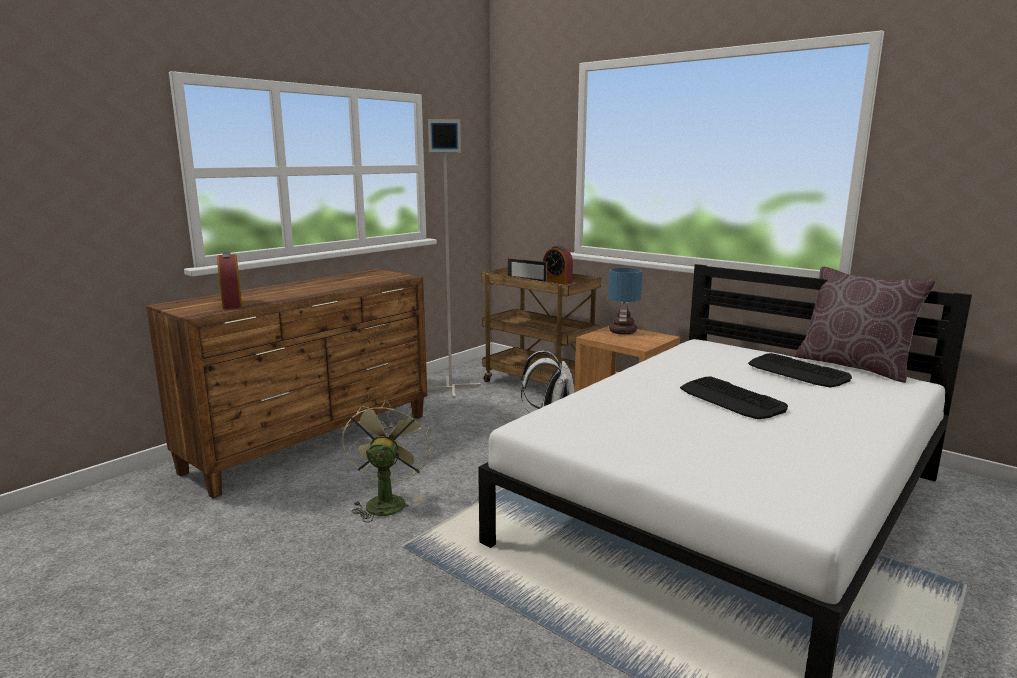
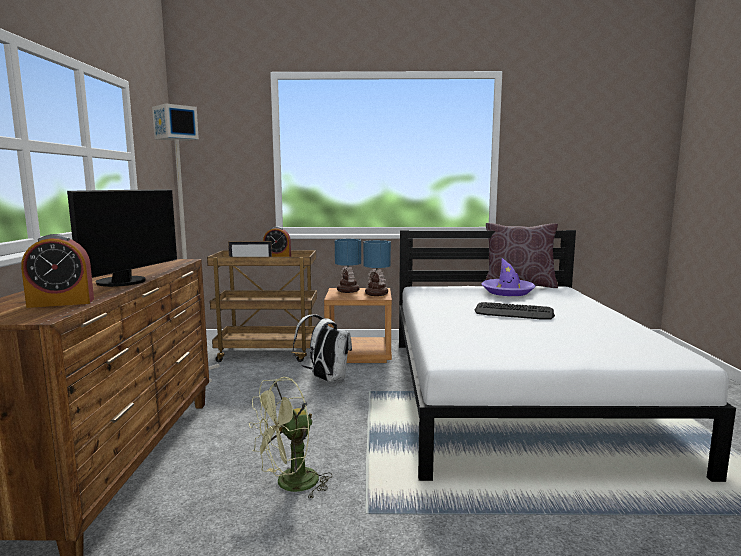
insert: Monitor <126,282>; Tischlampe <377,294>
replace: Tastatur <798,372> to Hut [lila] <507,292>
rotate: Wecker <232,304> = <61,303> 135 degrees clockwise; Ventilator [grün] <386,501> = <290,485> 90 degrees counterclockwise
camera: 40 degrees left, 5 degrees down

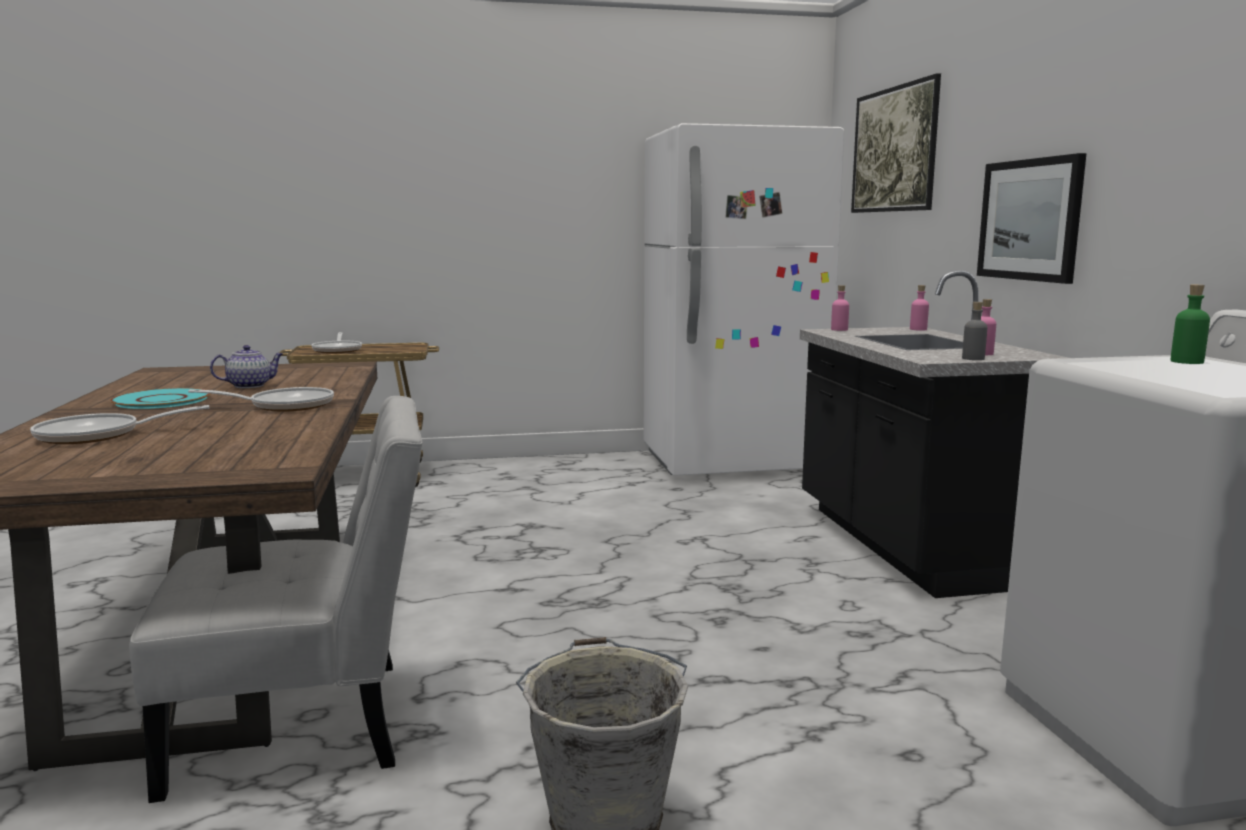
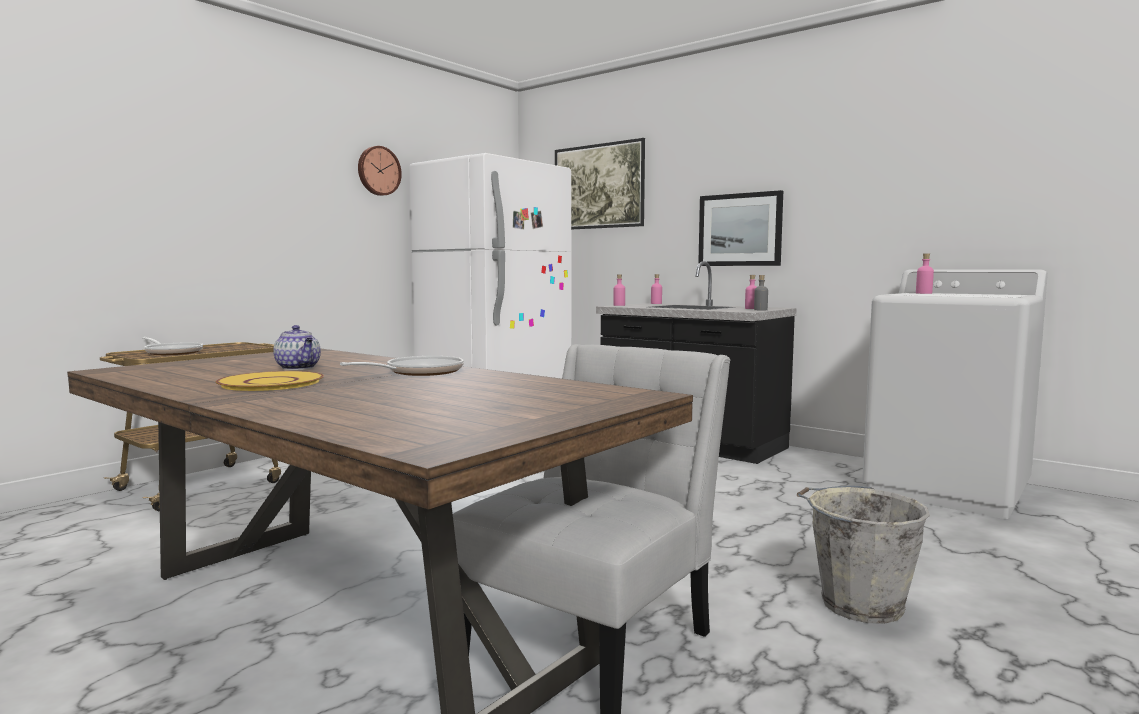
delete: Pfanne <97,435>
insert: Wanduhr <378,171>
recolor: Teller [türkis] <162,400> to Teller [gelb] <272,383>; Flasche [grün] <1186,361> to Flasche [rosa] <923,293>
rotate: Teekanne <250,385> = <299,368> 120 degrees clockwise
camera: 40 degrees left, 5 degrees down

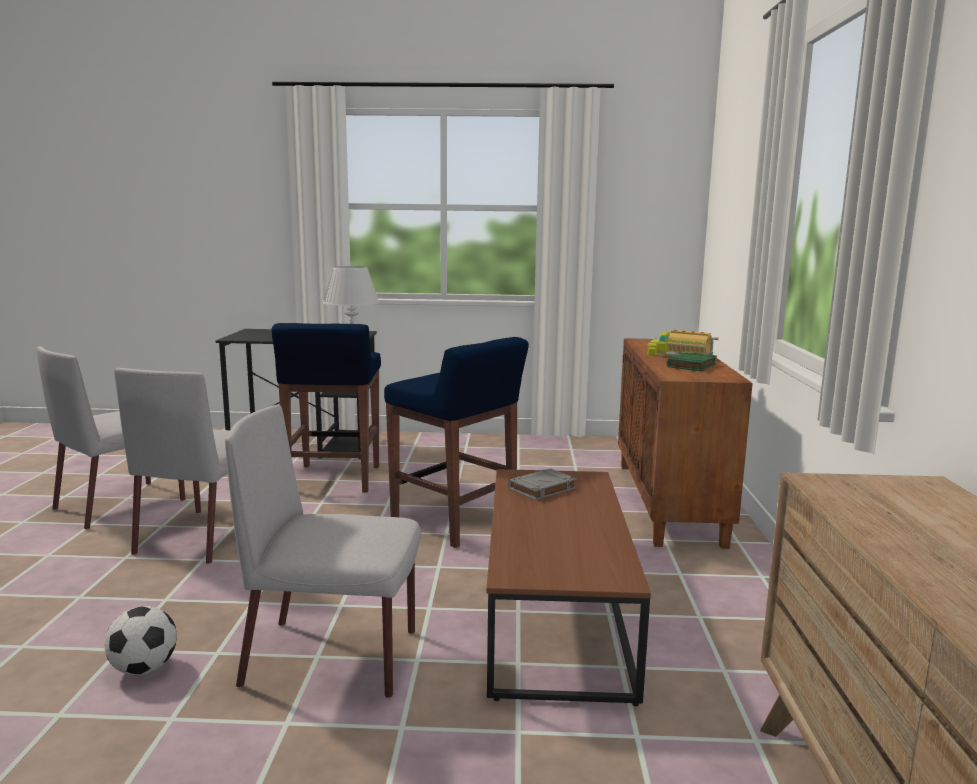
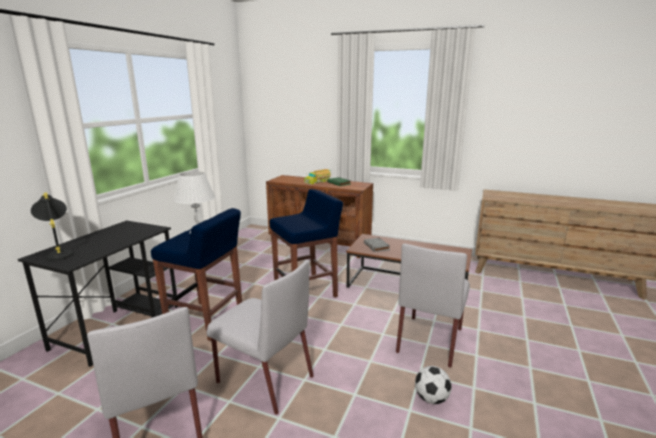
insert: Tischlampe [schwarz] <59,253>
camera: 70 degrees left, 5 degrees up

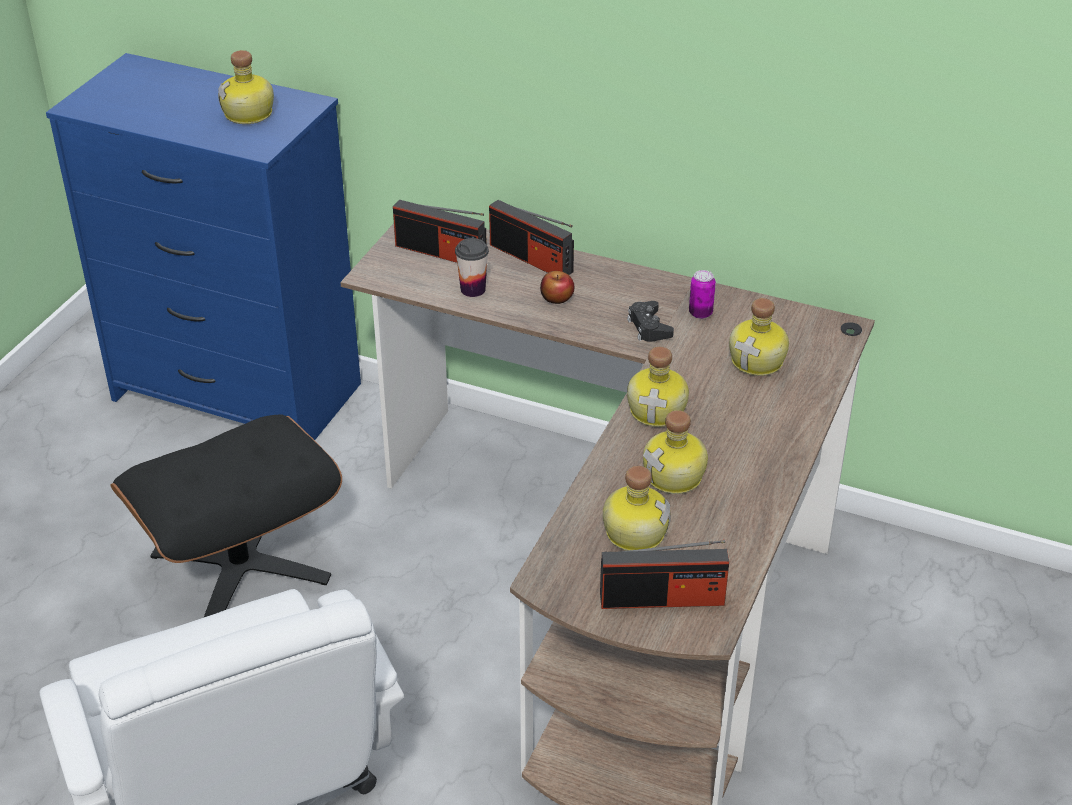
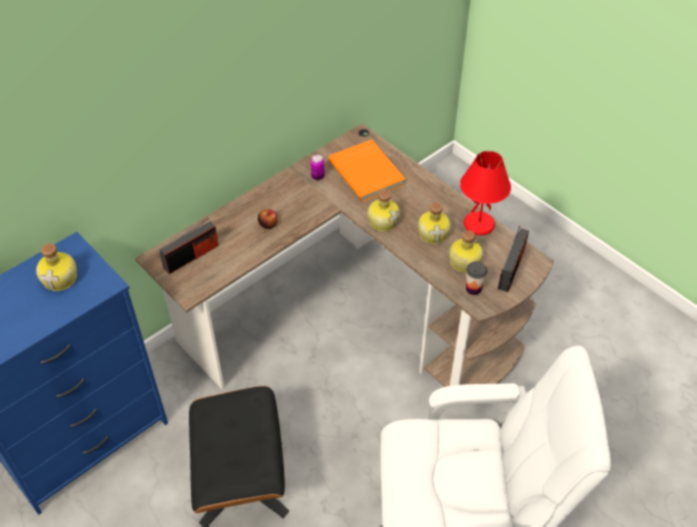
delete: Radio <531,258>; Gamepad [schwarz] <649,327>
insert: Tischlampe [rot] <479,224>
move: Tasse <473,289> to <473,289>
replace: Flasche <758,361> to Buch [orange] <368,172>
camera: 65 degrees left, 10 degrees up

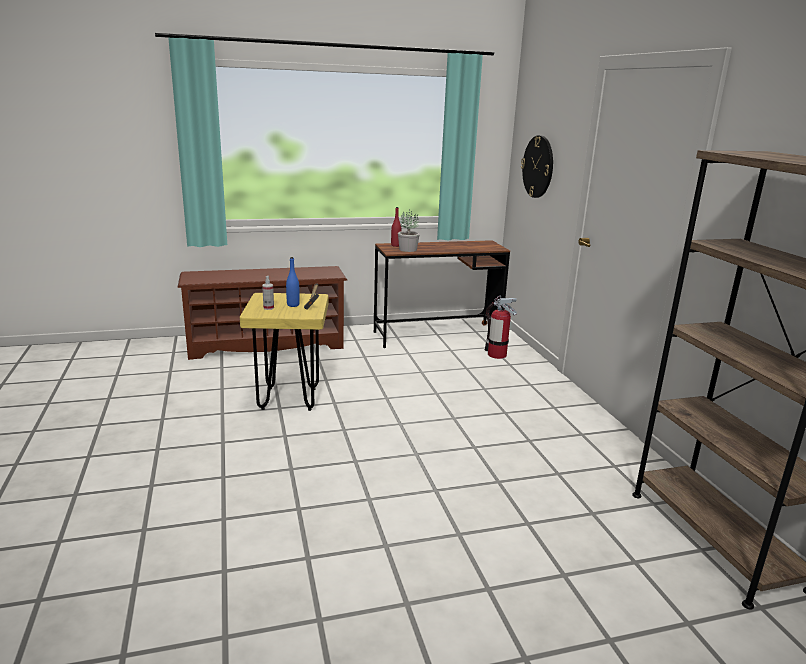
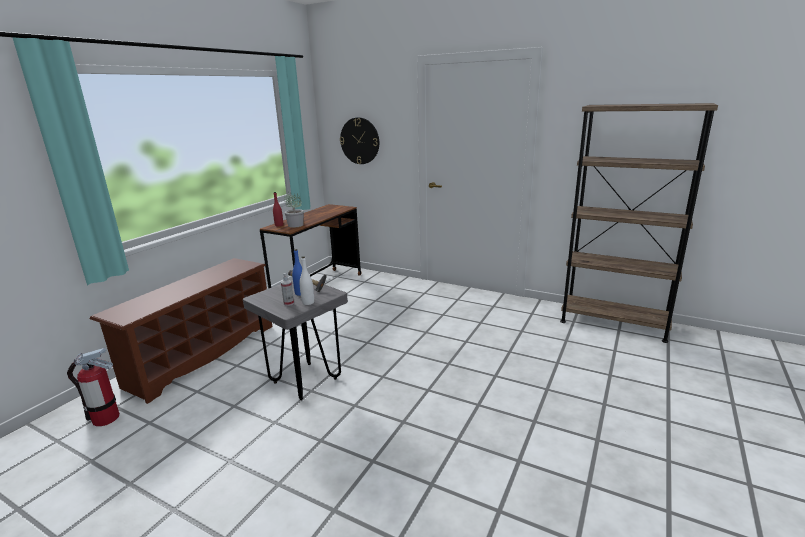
insert: Flasche [weiß] <308,302>
move: Feuerlöscher <496,354> to <105,418>
recolor: Hocker [gelb] <289,399> to Hocker [grau] <305,380>
camera: 45 degrees left, 0 degrees up

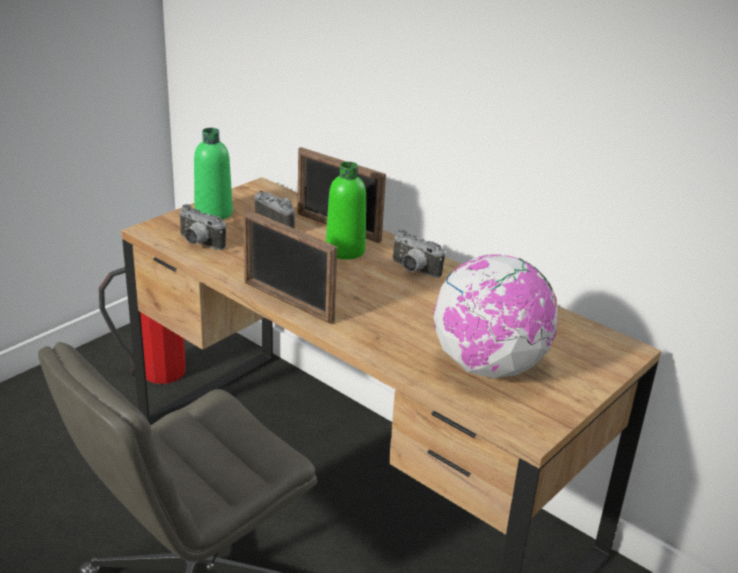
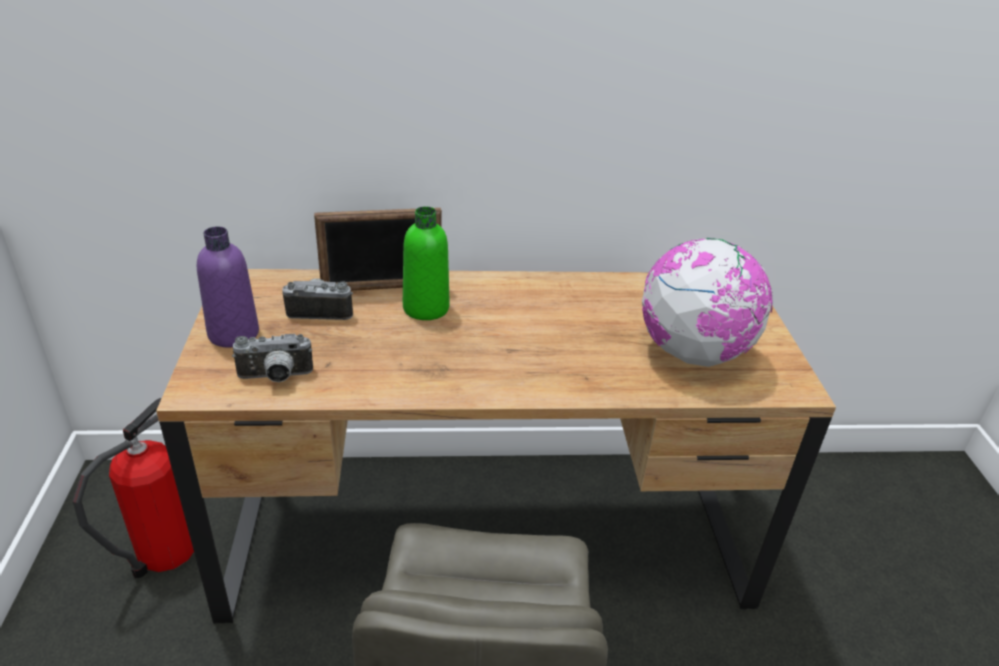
delete: Bilderrahmen <287,302>; Kamera <413,270>
recolor: Flasche [grün] <213,213> to Flasche [lila] <233,334>
camera: 45 degrees left, 5 degrees up

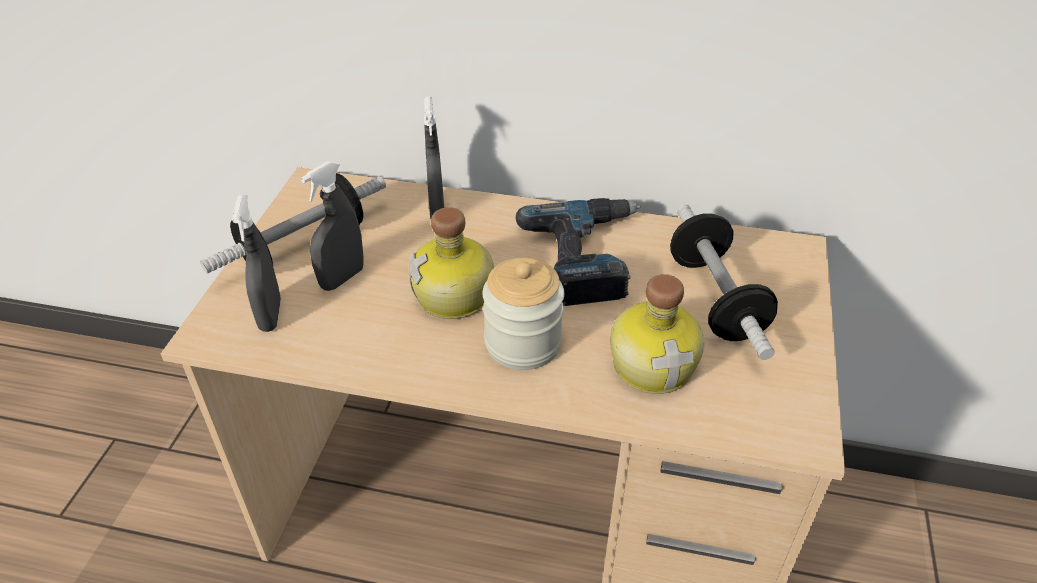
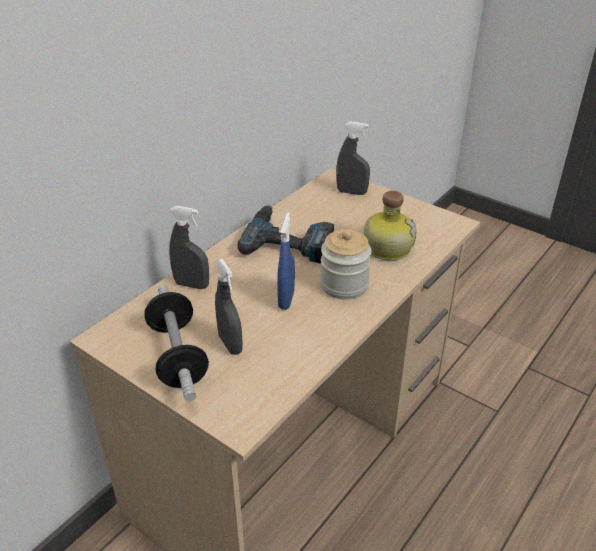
delete: Hantel <715,300>
move: Sprühflasche [grau] <270,315> to <351,192>
replace: Flasche <455,297> to Sprühflasche [blau] <286,299>
camera: 65 degrees left, 5 degrees down

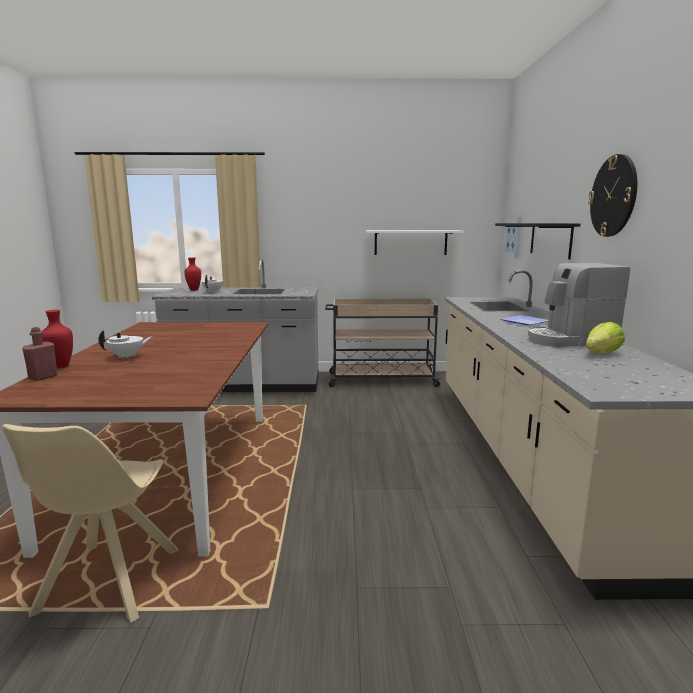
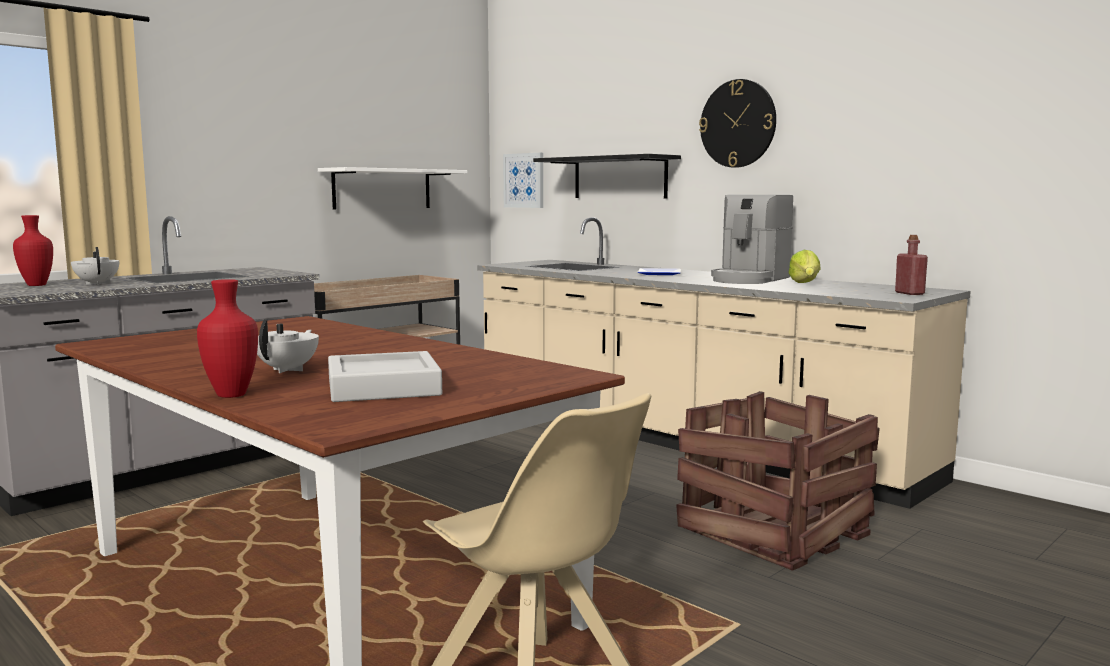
insert: Tablett [grau] <383,387>; Kiste <775,530>
move: Flasche [rot] <43,377> to <909,293>
camera: 45 degrees left, 5 degrees down

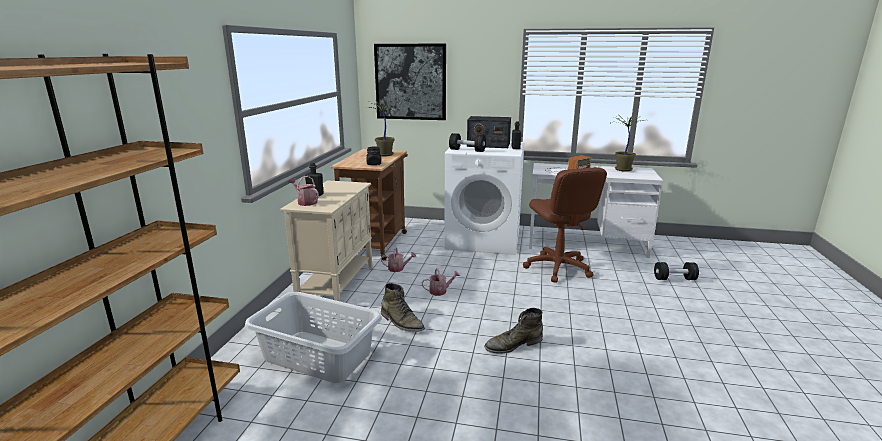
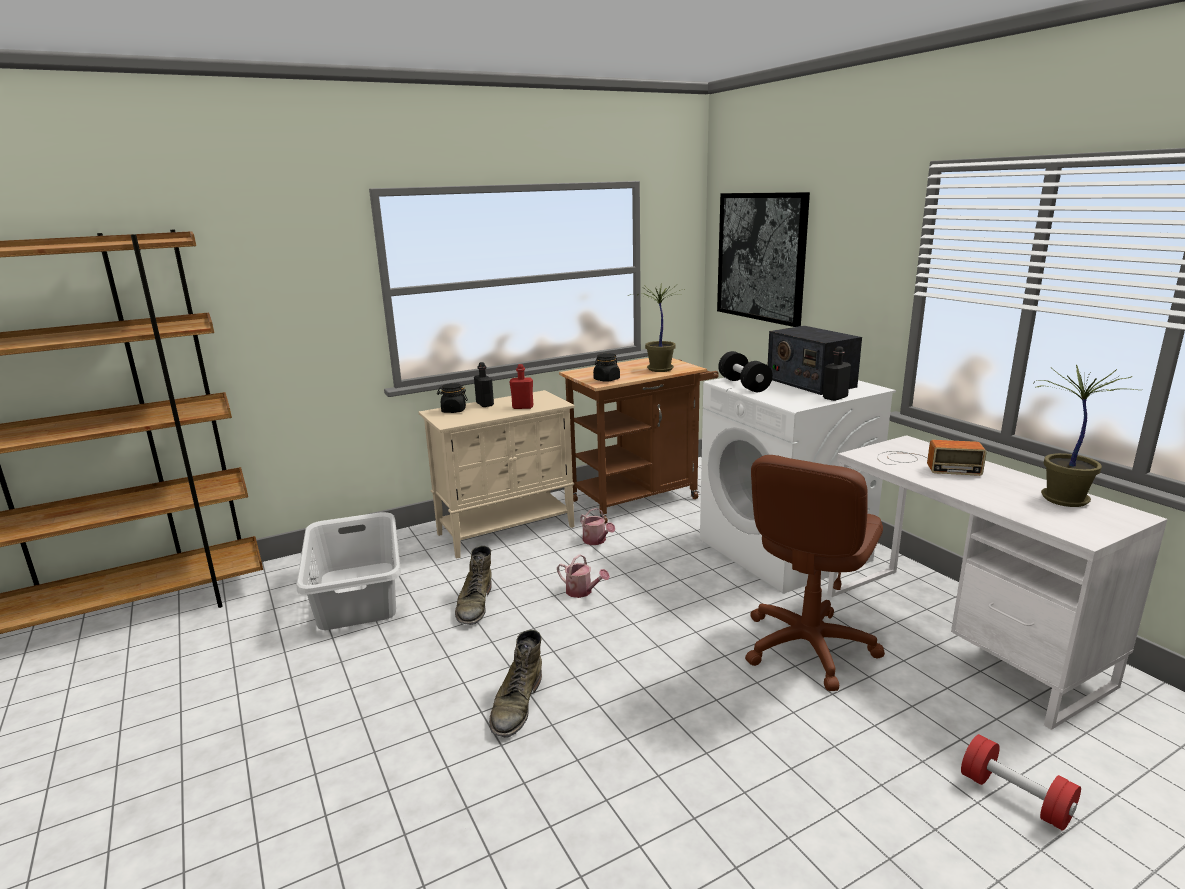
insert: Flasche [rot] <522,407>
replace: Gießkanne <305,202> to Vorratsglas [schwarz] <453,410>
recolor: Hantel [schwarz] <674,279> to Hantel [rot] <1015,797>
rotate: Stiefel [grün] <513,344> = <516,705> 105 degrees counterclockwise
camera: 50 degrees right, 0 degrees up

